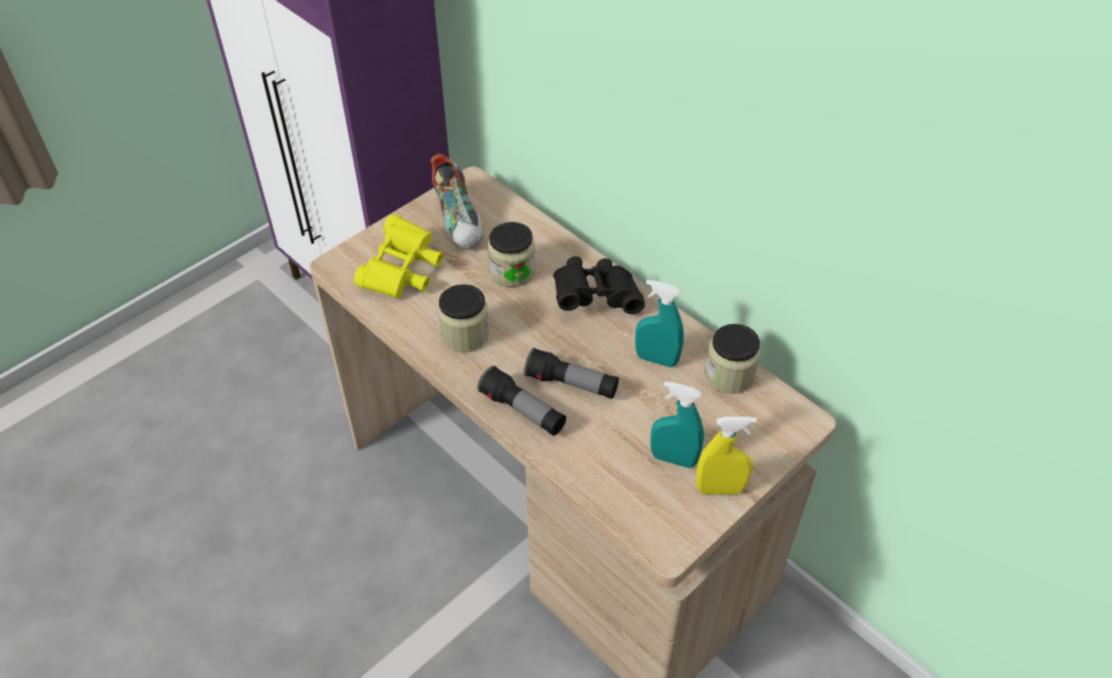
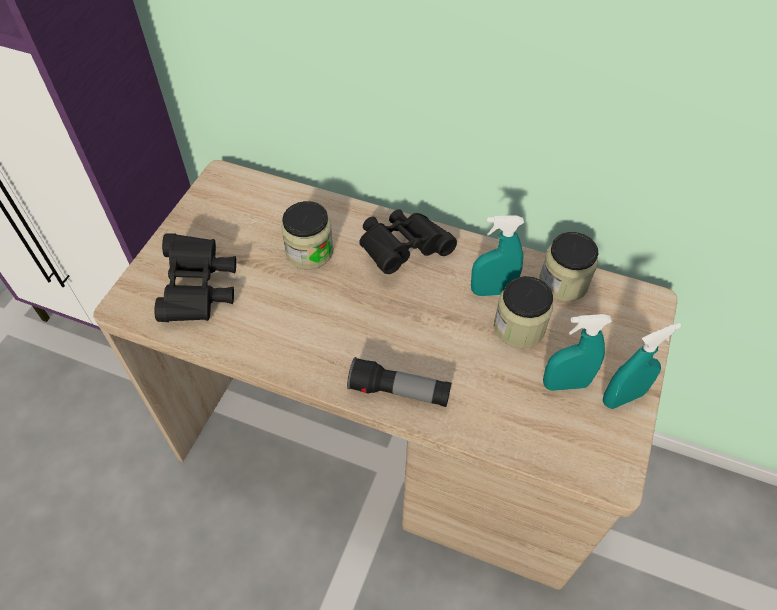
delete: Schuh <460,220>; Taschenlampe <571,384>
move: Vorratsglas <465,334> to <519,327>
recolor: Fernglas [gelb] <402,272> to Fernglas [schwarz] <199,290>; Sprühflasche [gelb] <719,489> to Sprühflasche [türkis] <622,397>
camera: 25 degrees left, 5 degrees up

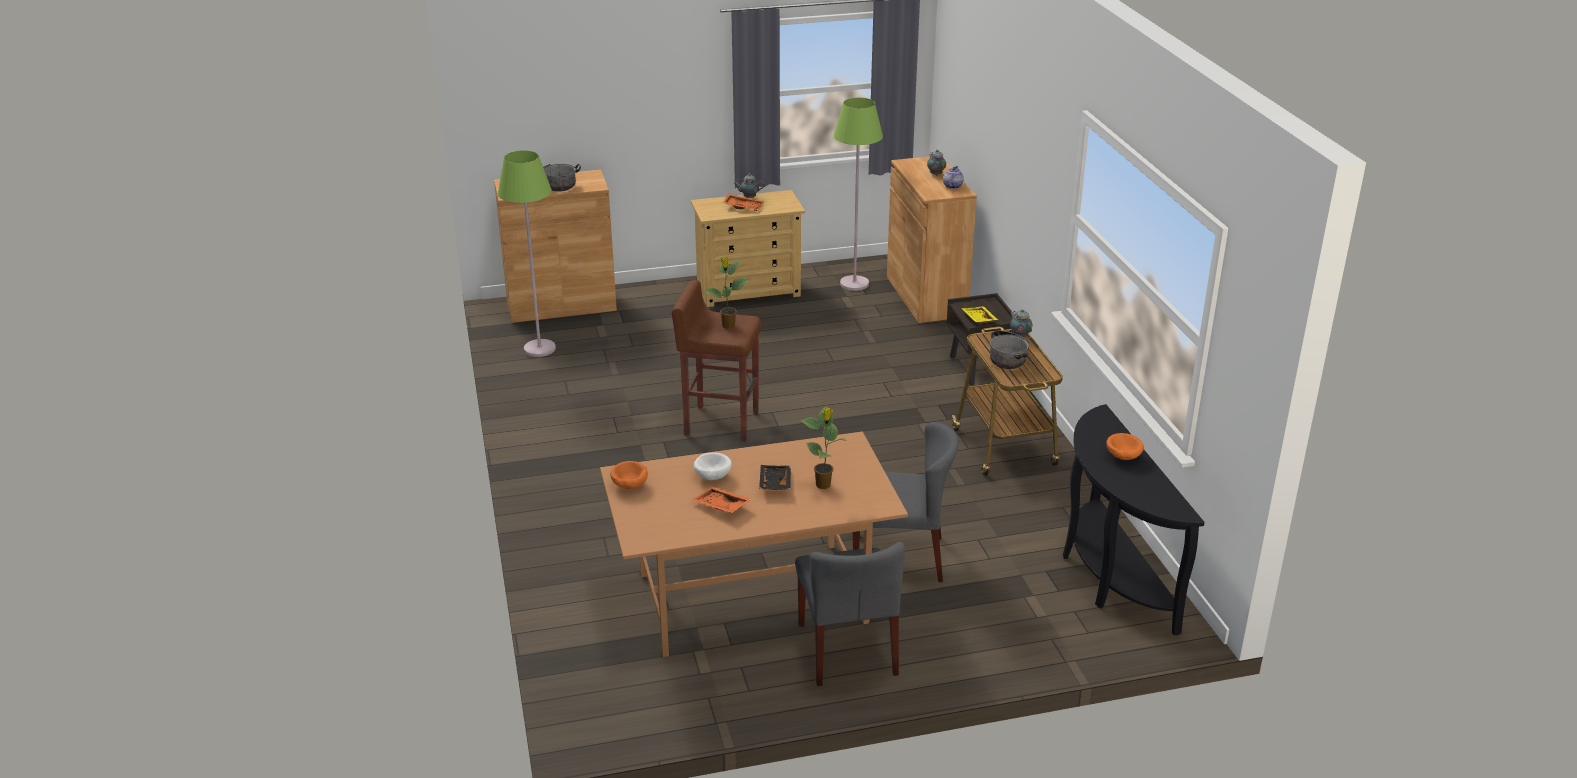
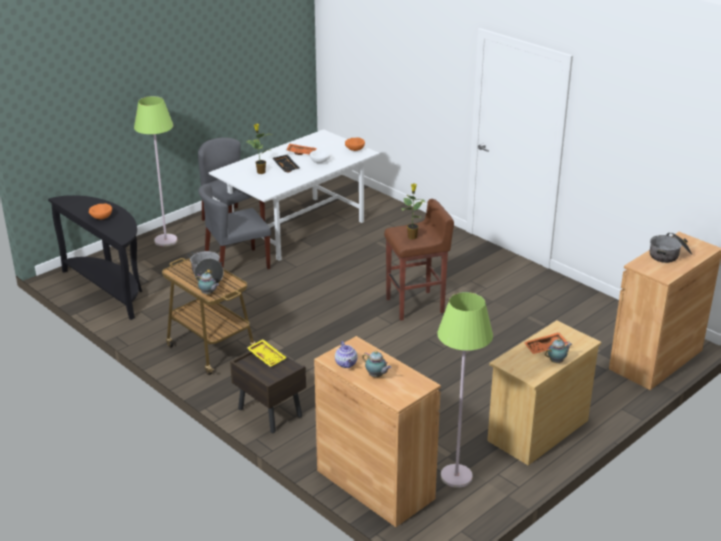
move: Stehlampe [grün] <539,348> to <166,241>
recolor: Esstisch [braun] <750,598> to Esstisch [weiß] <298,227>
camera: 150 degrees right, 0 degrees up

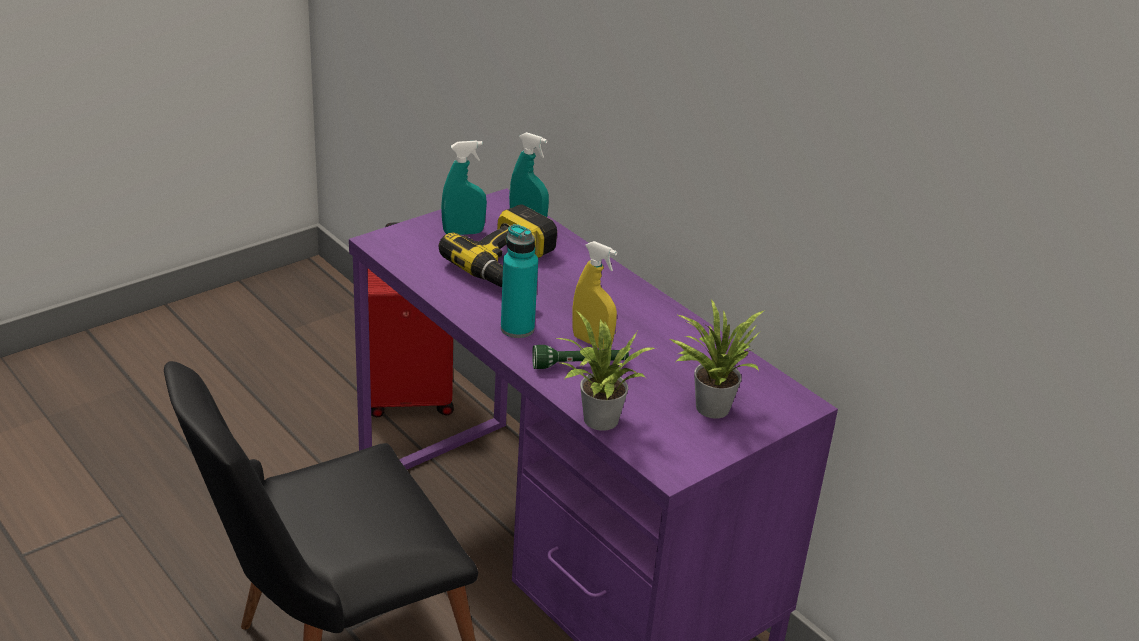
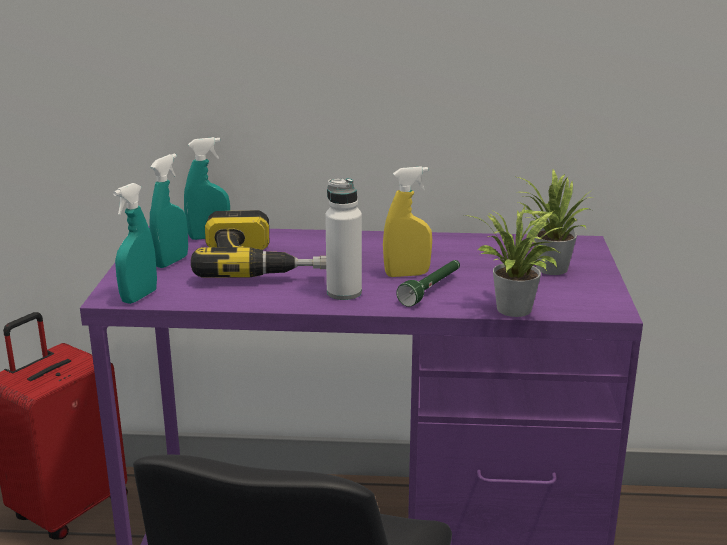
insert: Sprühflasche [türkis] <139,297>
recolor: Flasche [türkis] <517,329> to Flasche [weiß] <344,293>
camera: 45 degrees left, 10 degrees down

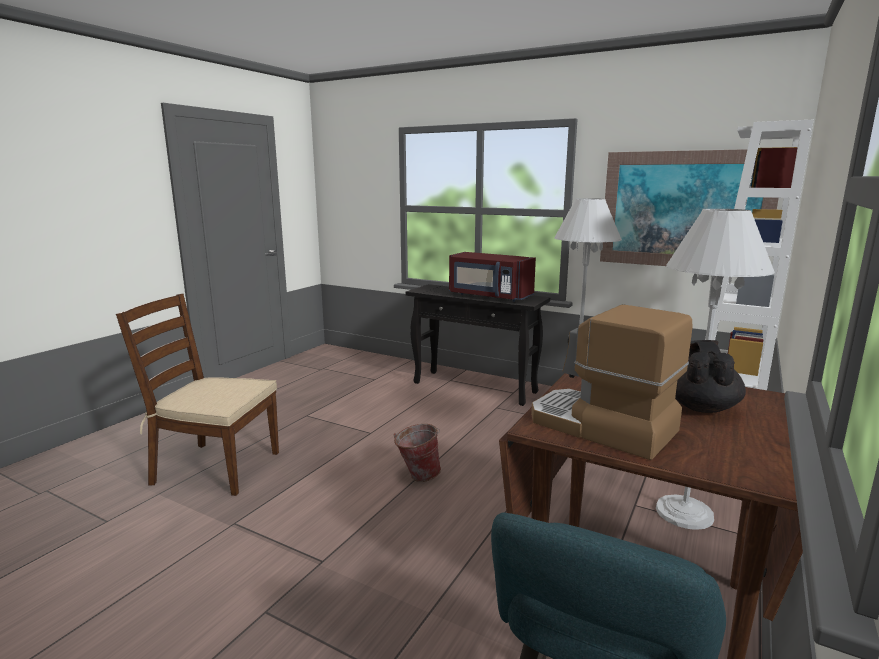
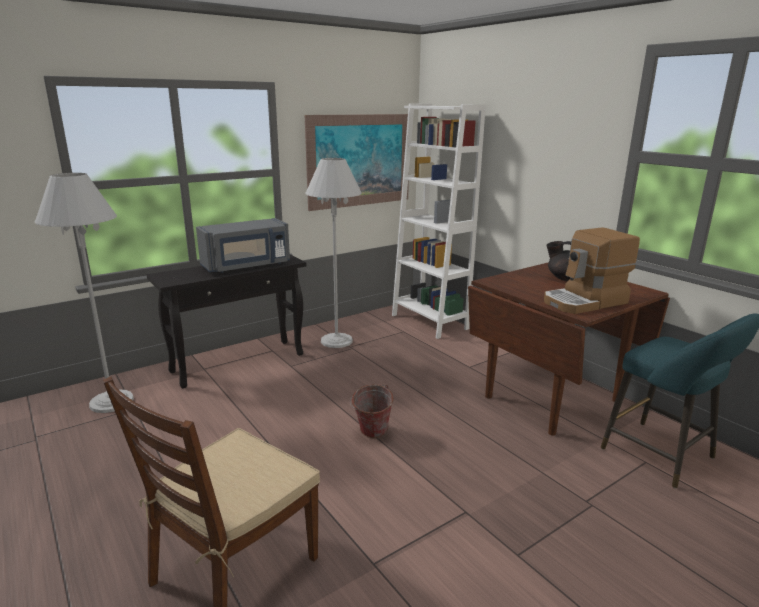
move: Stehlampe [weiß] <684,513> to <111,402>
recolor: Mikrowelle [rot] <489,296> to Mikrowelle [grau] <247,266>
camera: 65 degrees left, 5 degrees up

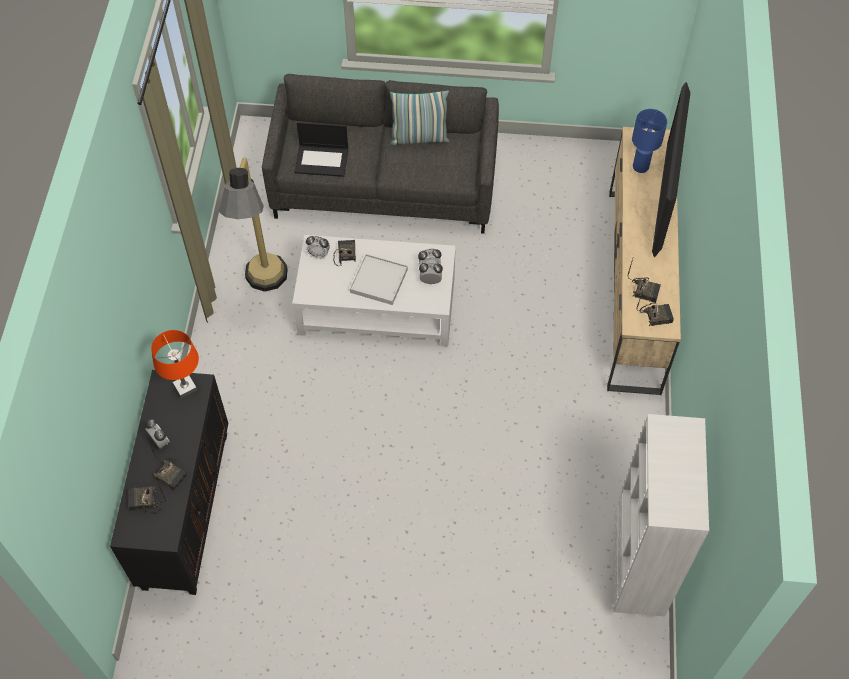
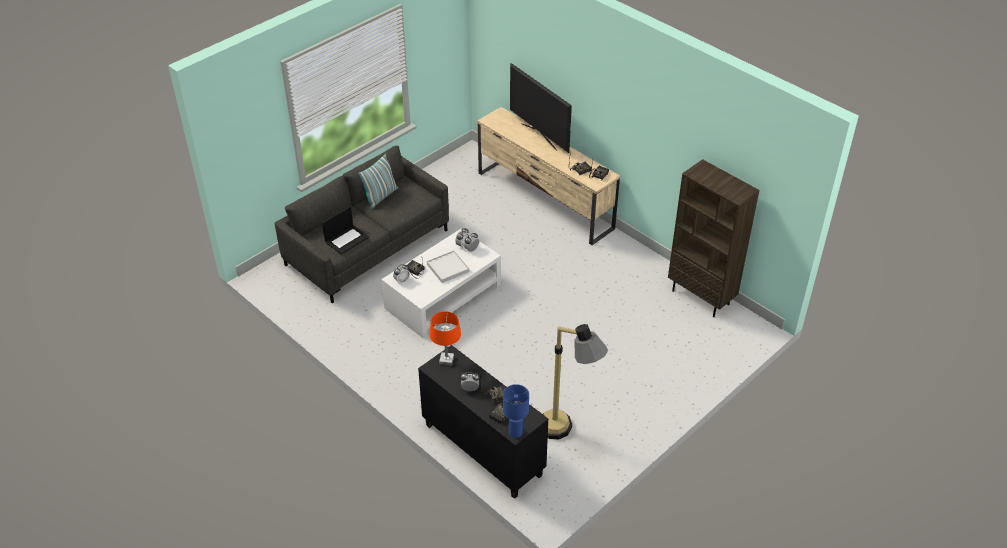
move: Stehlampe <265,290> to <567,434>; Tischlampe [blau] <641,166> to <515,432>
recolor: Bücherregal [weiß] <636,574> to Bücherregal [braun] <701,297>
camera: 50 degrees left, 15 degrees down

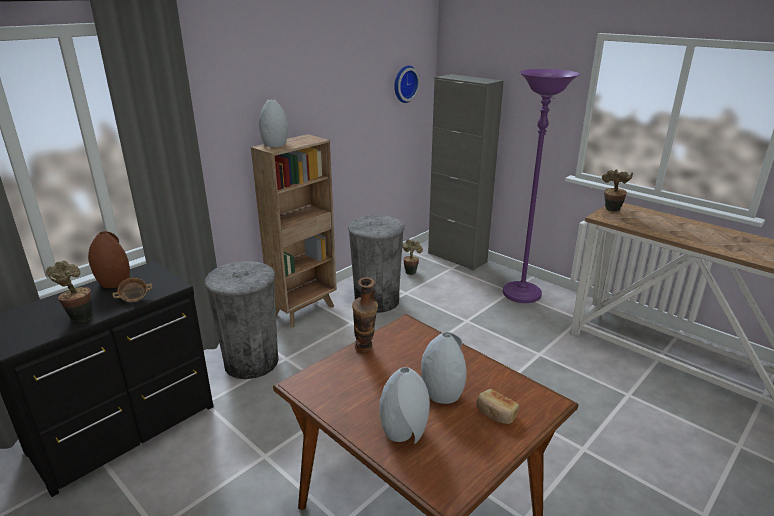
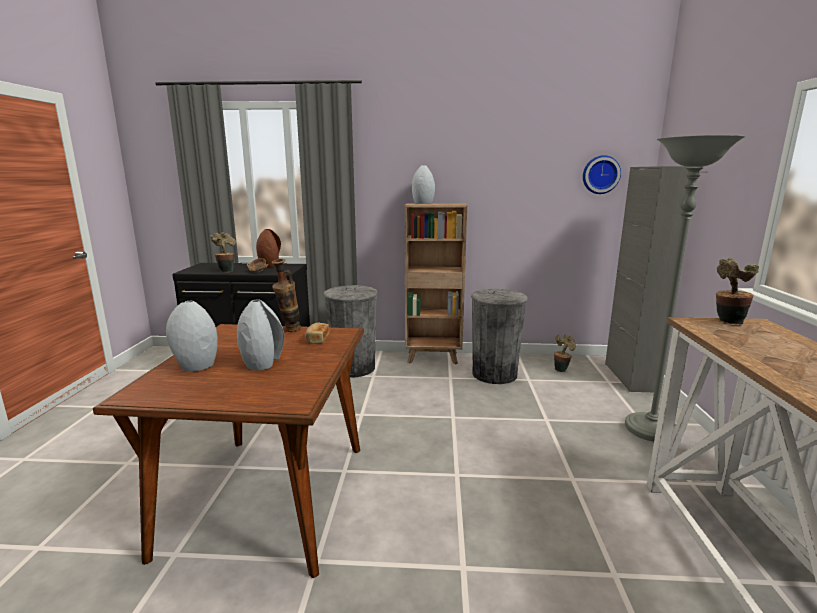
move: Brot <496,413> to <317,339>
recolor: Stehlampe [lila] <521,294> to Stehlampe [grau] <651,430>
camera: 50 degrees right, 10 degrees down

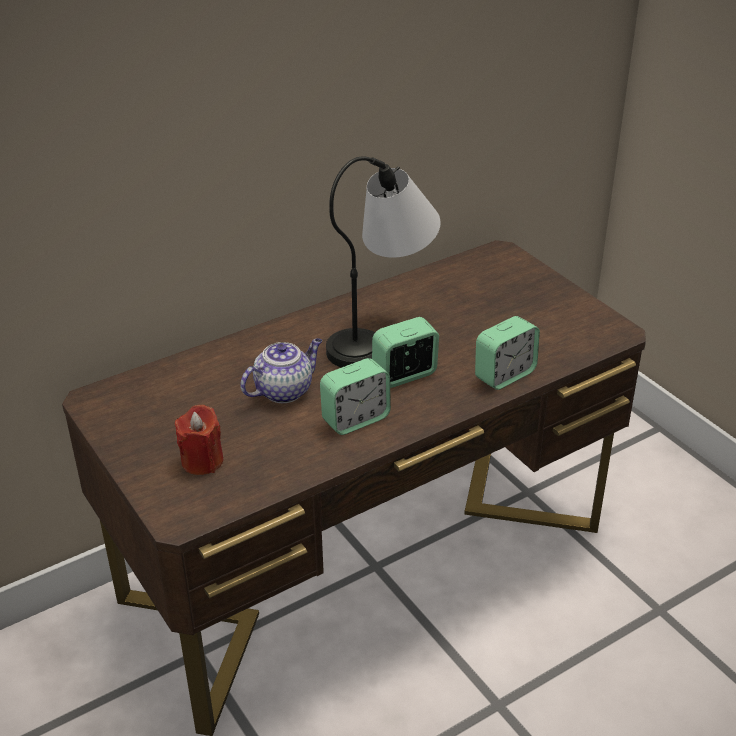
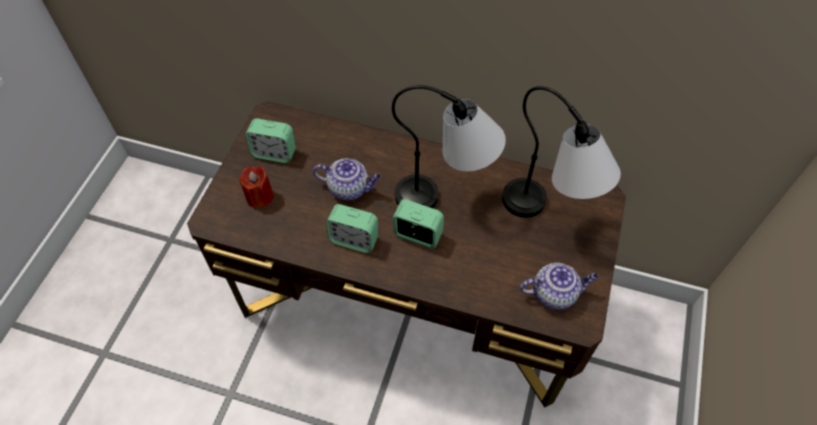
insert: Tischlampe <548,216>; Teekanne <555,293>
move: Wecker <505,375> to <274,153>
camera: 50 degrees right, 20 degrees up

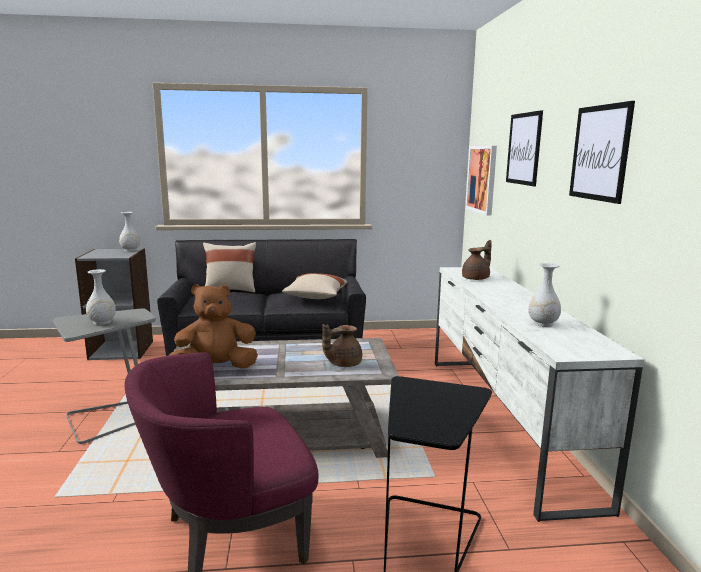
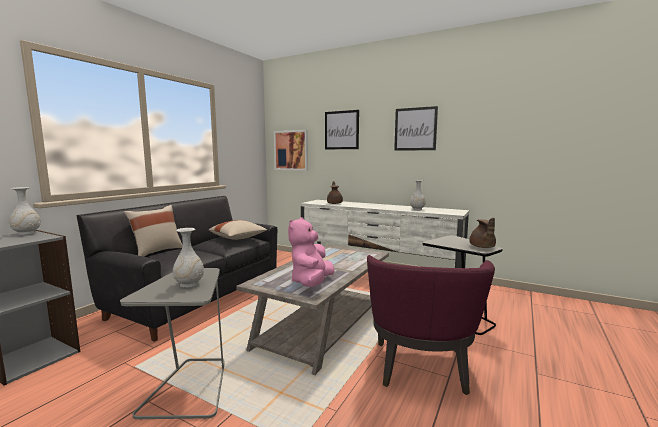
move: Teekanne [braun] <342,364> to <482,247>
recolor: Plüschtier [braun] <215,368> to Plüschtier [rosa] <311,283>
camera: 55 degrees left, 5 degrees down

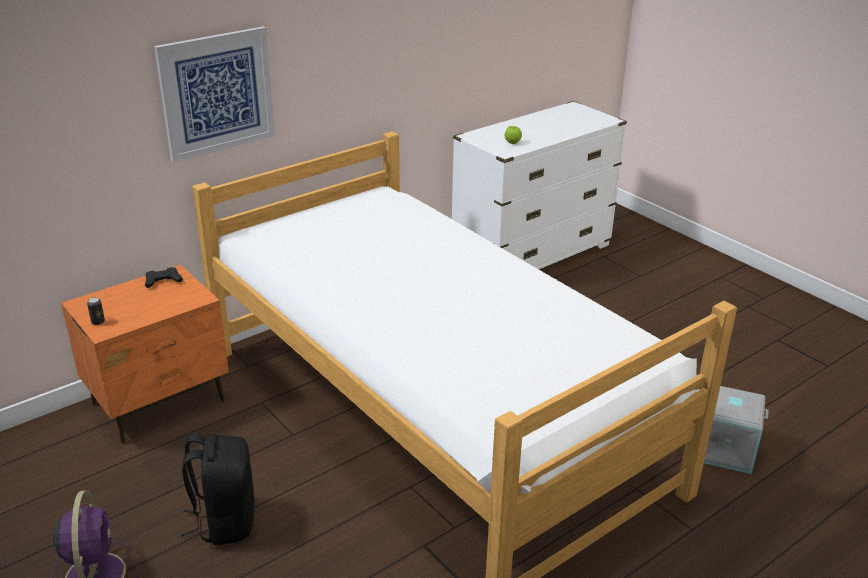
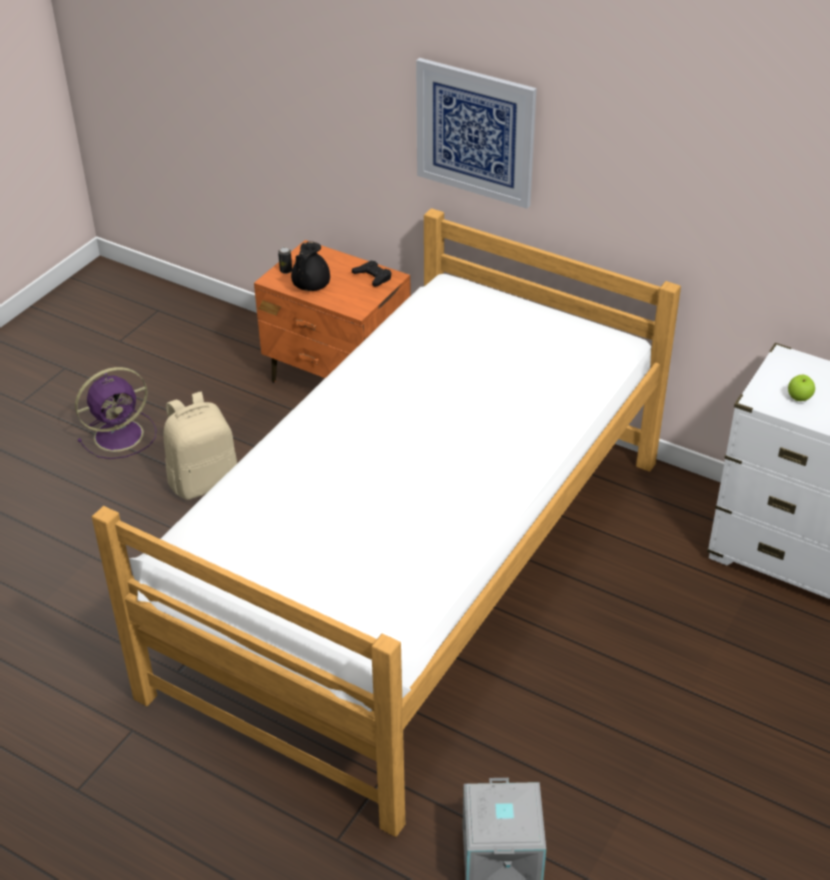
insert: Teekanne [schwarz] <309,285>
recolor: Rucksack [schwarz] <225,521> to Rucksack [beige] <204,481>
camera: 70 degrees right, 10 degrees up

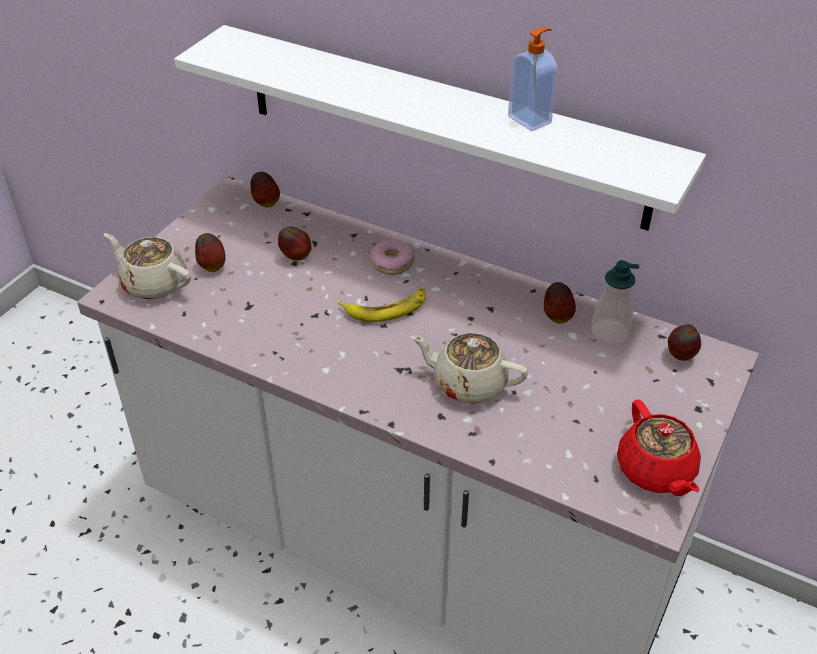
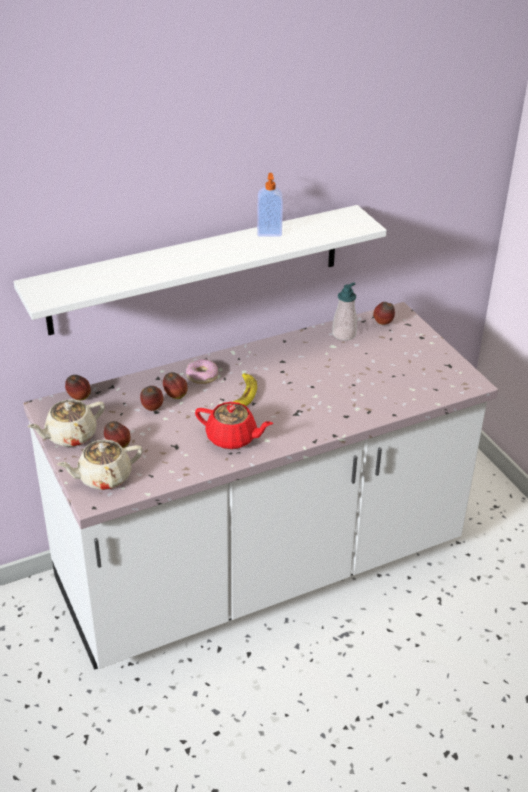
move: Teekanne [beige] <468,383> to <70,436>; Apfel <557,317> to <175,396>; Teekanne [rot] <656,471> to <232,438>
camera: 55 degrees left, 5 degrees down

